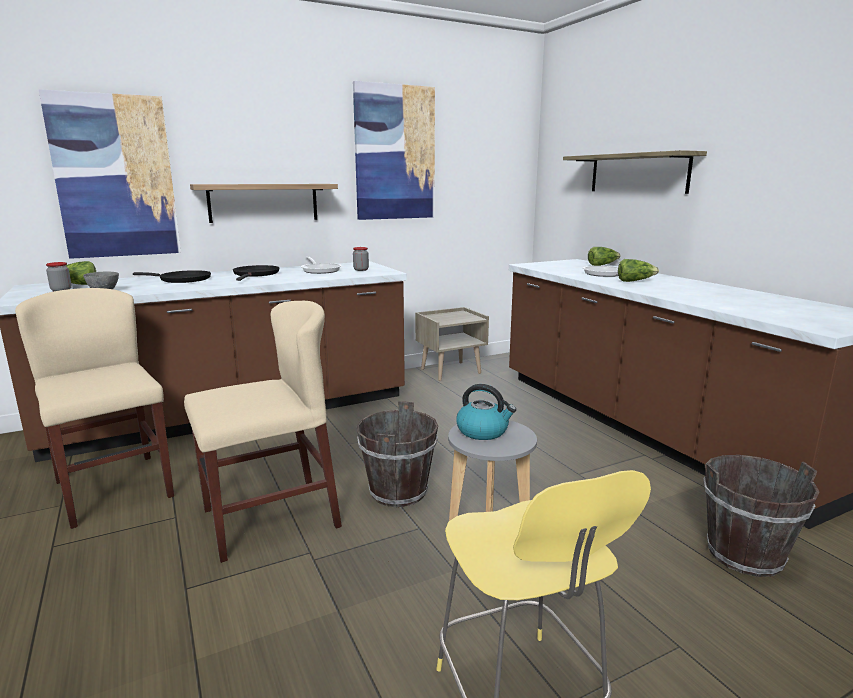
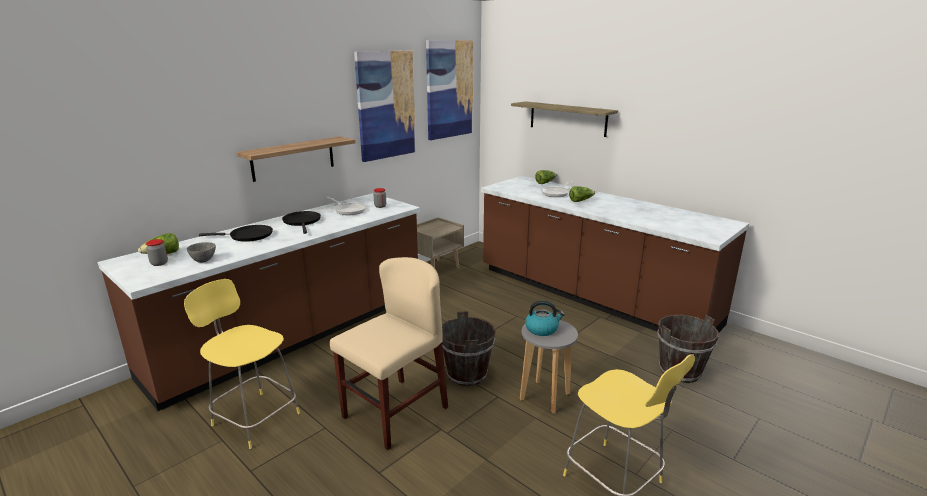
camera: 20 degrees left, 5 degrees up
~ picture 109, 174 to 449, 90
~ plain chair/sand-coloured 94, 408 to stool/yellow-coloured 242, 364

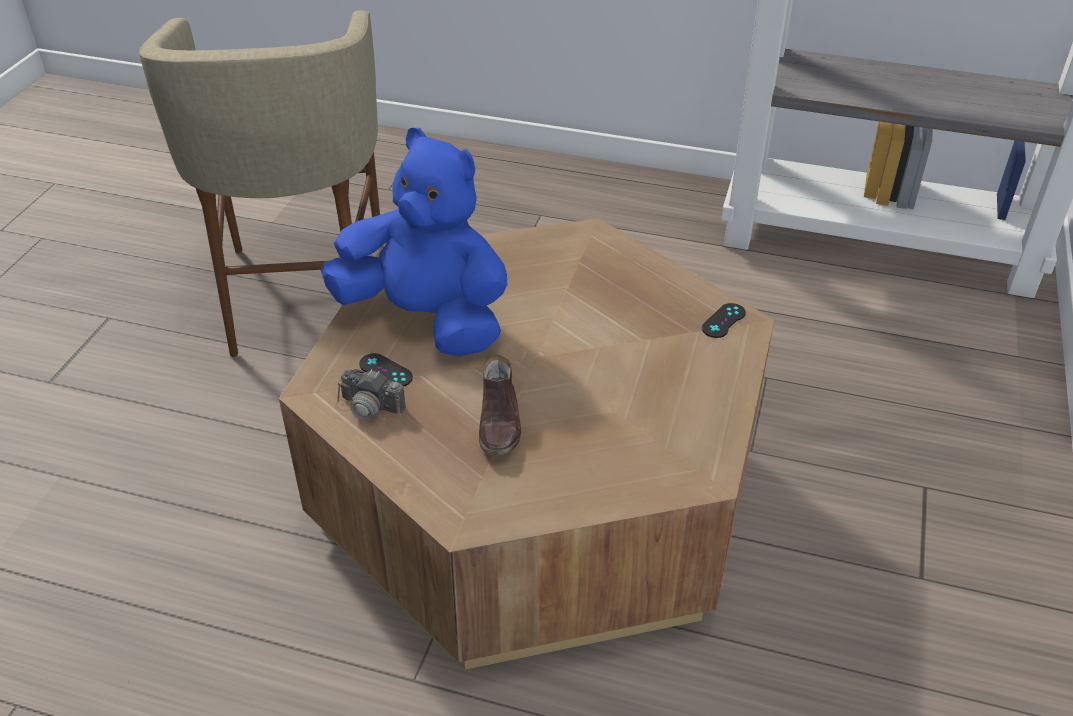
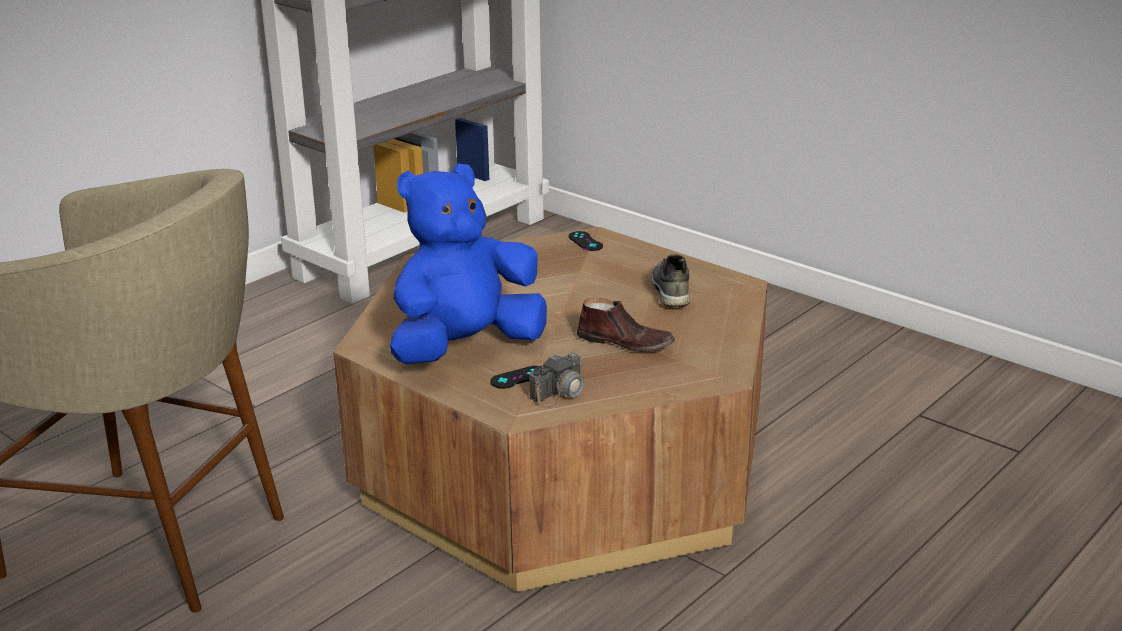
camera: 65 degrees left, 15 degrees down
+ item of footwear/gray 670, 280

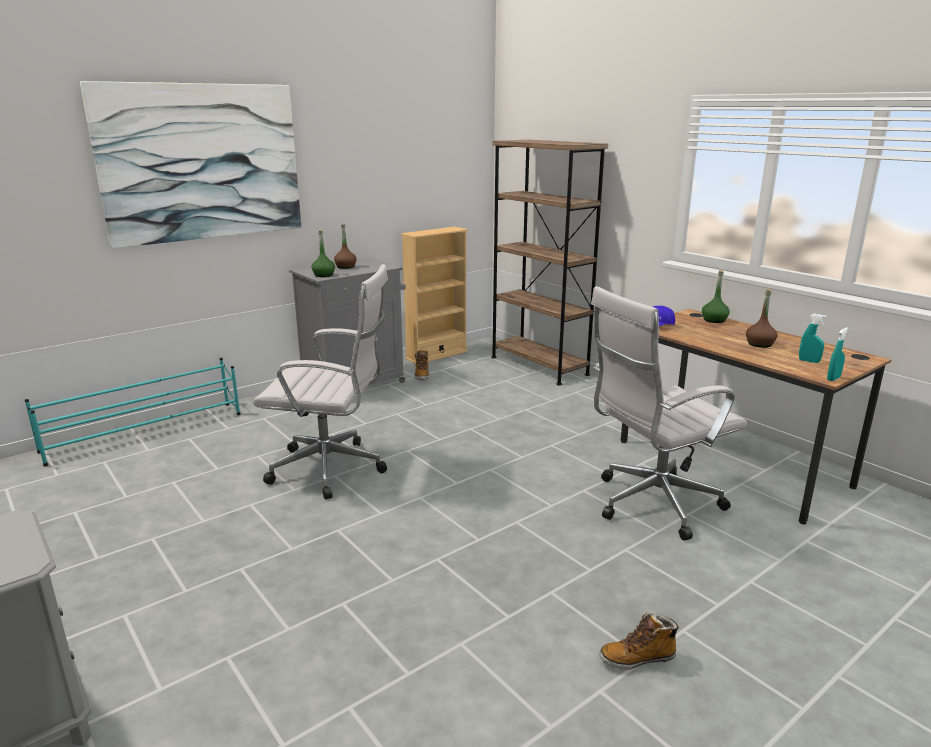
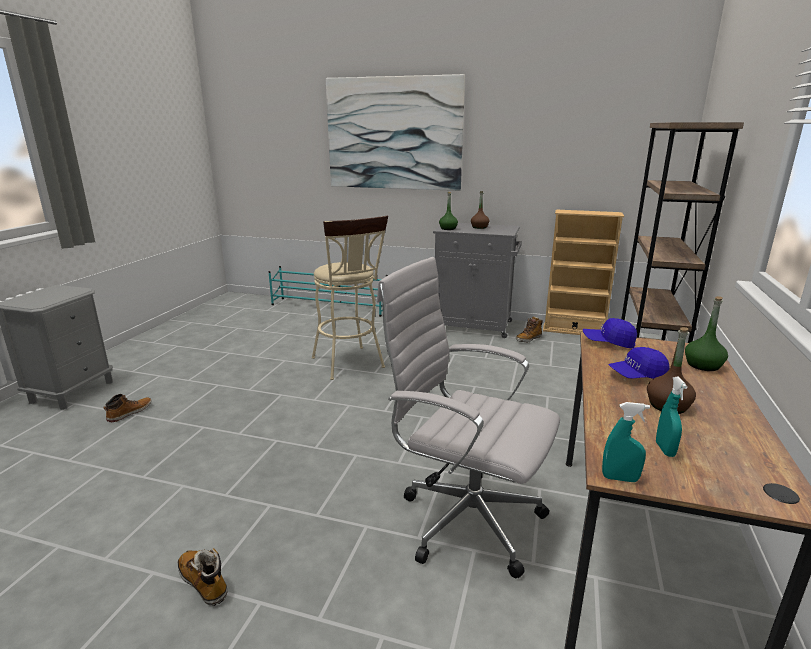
camera: 55 degrees right, 0 degrees up
+ high-top boot 127, 408
+ peaked cap/blue 639, 363
~ desk chair/whitish 320, 382 to stool/sand-coloured 350, 298

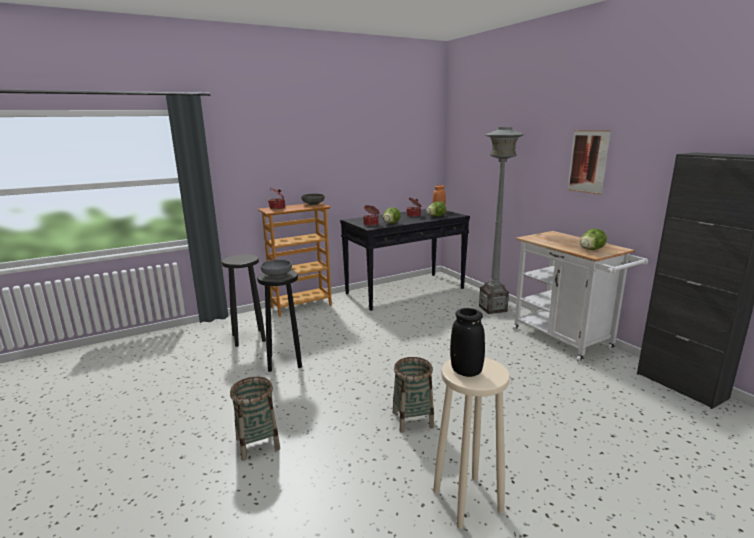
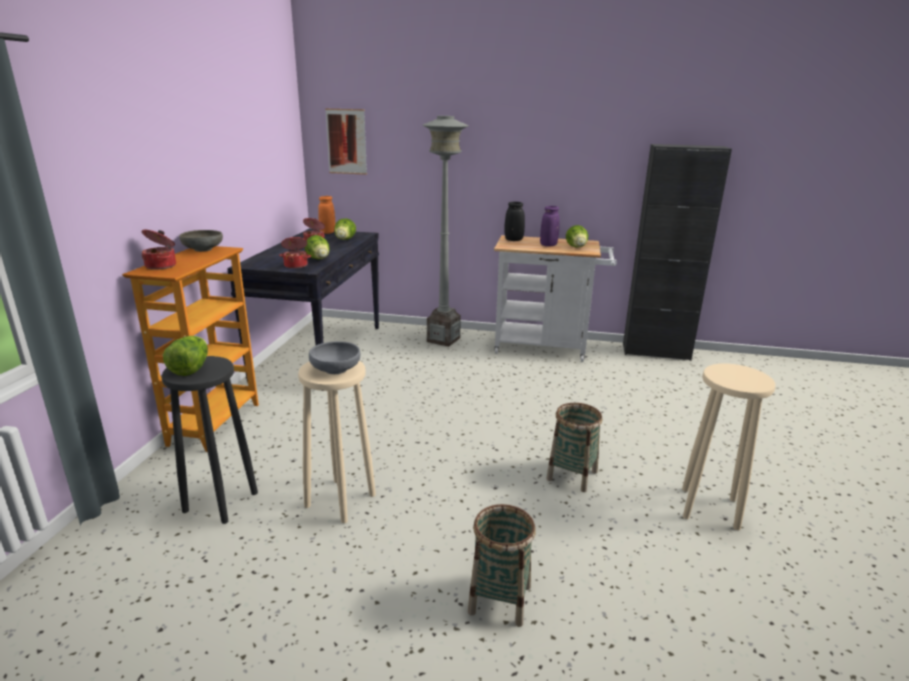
camera: 50 degrees left, 5 degrees up
+ lettuce 185, 356
+ decorative vase/purple-coloured 550, 226
~ decorative vase/blackish 467, 342 to 514, 221
~ picture 589, 162 to 346, 142
~ stool/blackish 279, 321 to stool/sand-coloured 337, 442

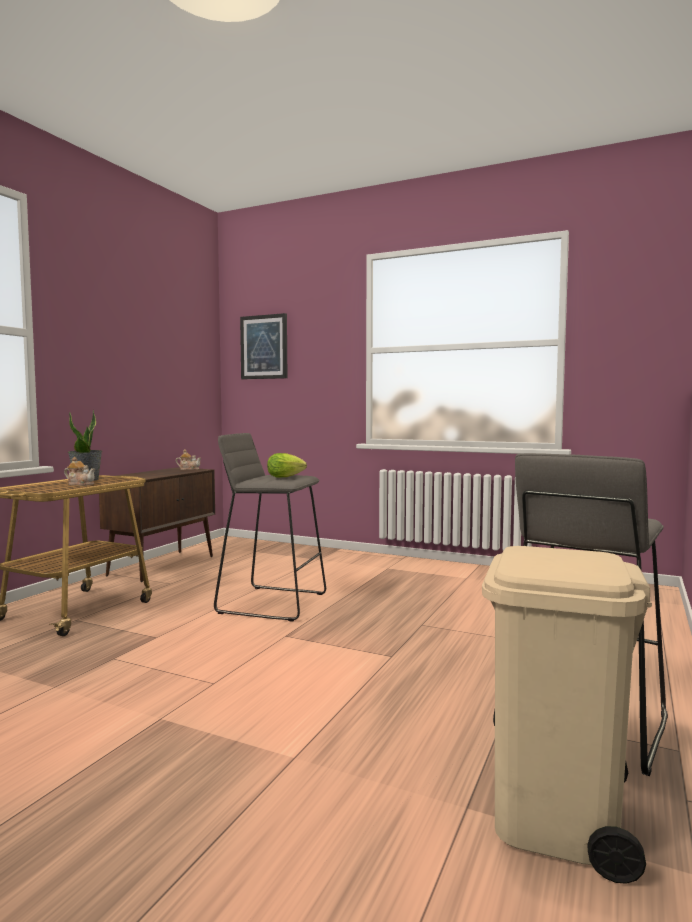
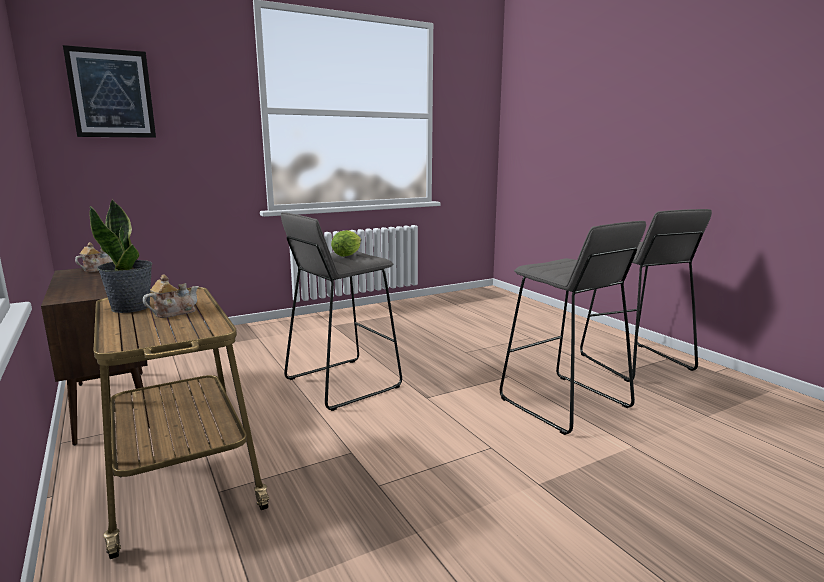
camera: 55 degrees left, 10 degrees up
- waste bin/sand-coloured 567, 715
+ stool/gray 573, 328

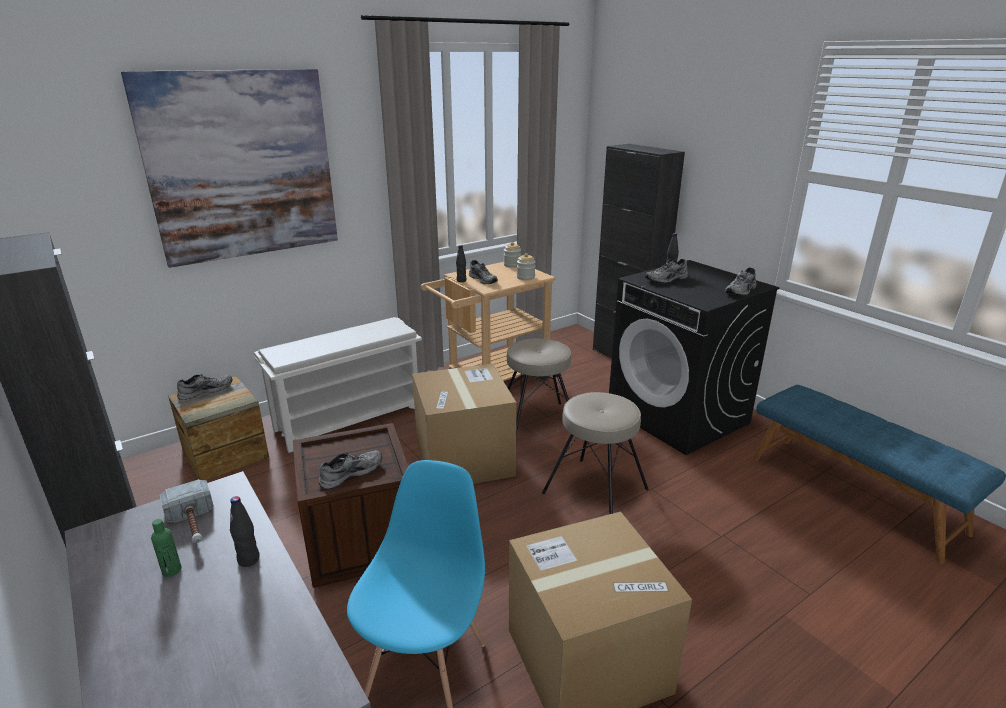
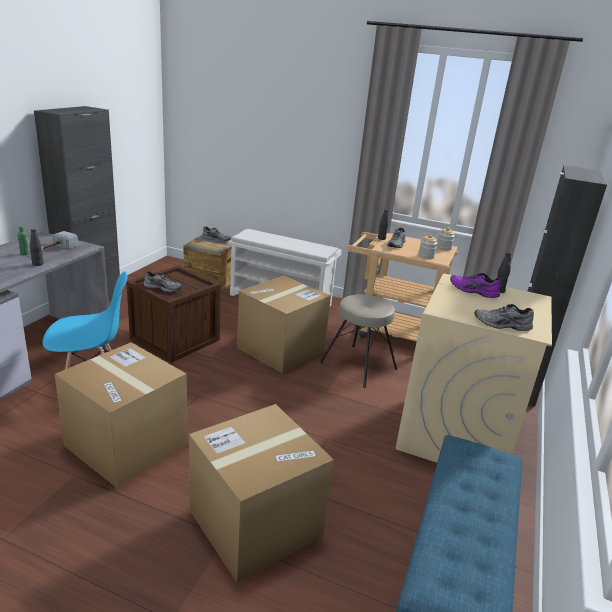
camera: 55 degrees right, 0 degrees up
- picture 229, 168
- stool/sand-coloured 595, 453
+ cardboard box 261, 493
~ washing machine/blackish 694, 357 to washing machine/sand-coloured 474, 368
~ item of footwear/gray 666, 271 to item of footwear/purple-coloured 475, 285

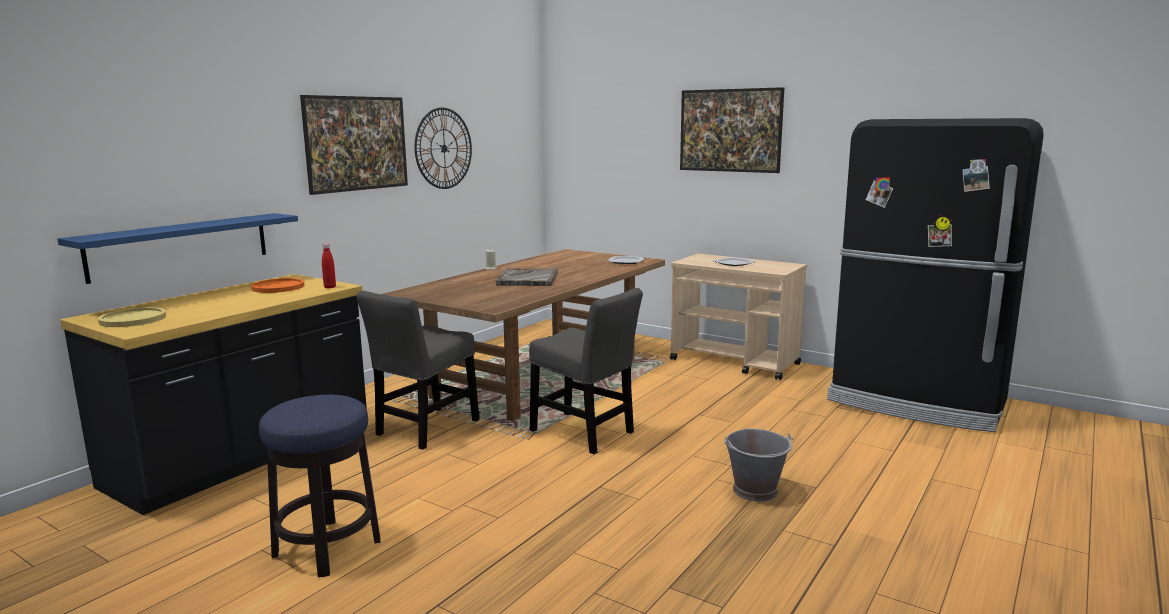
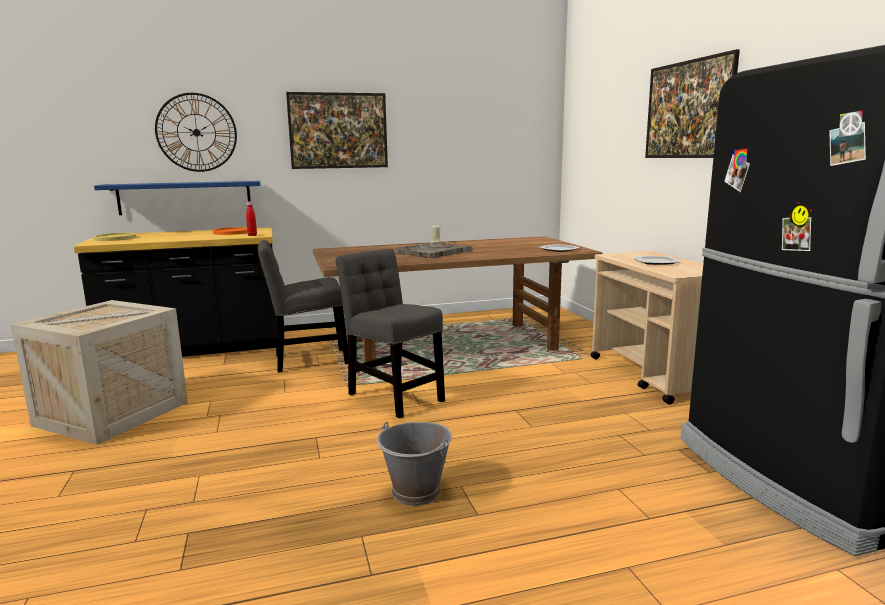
camera: 40 degrees right, 0 degrees up
~ hanging clock 443, 148 to 196, 132
~ stool 319, 486 to packing crate 99, 372
~ plain chair/gray 586, 371 = 390, 333 150 degrees clockwise

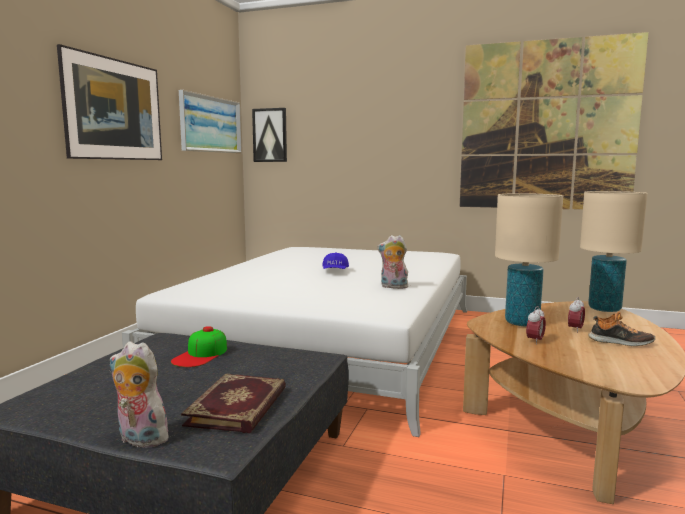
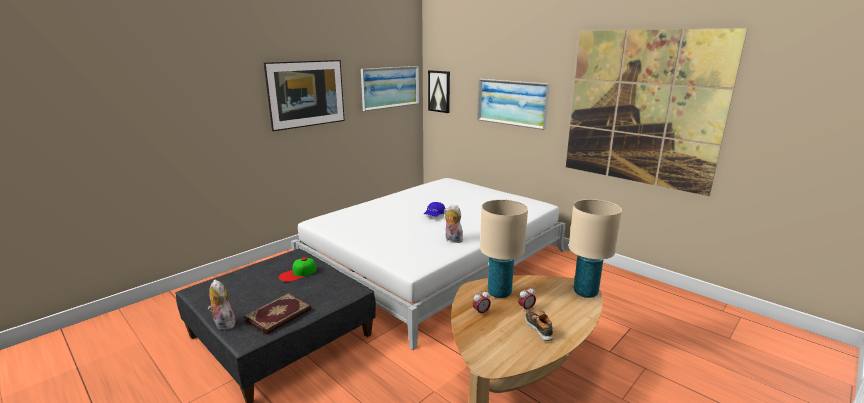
camera: 25 degrees right, 10 degrees up
+ picture 513, 104
~ item of footwear 621, 329 = 539, 326 150 degrees counterclockwise

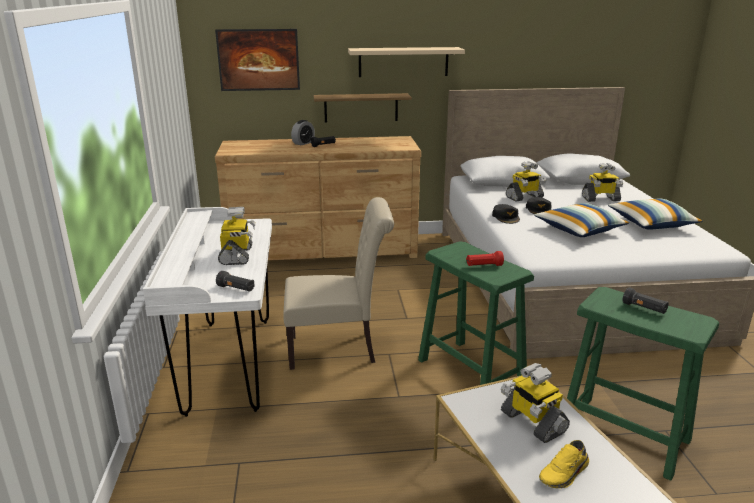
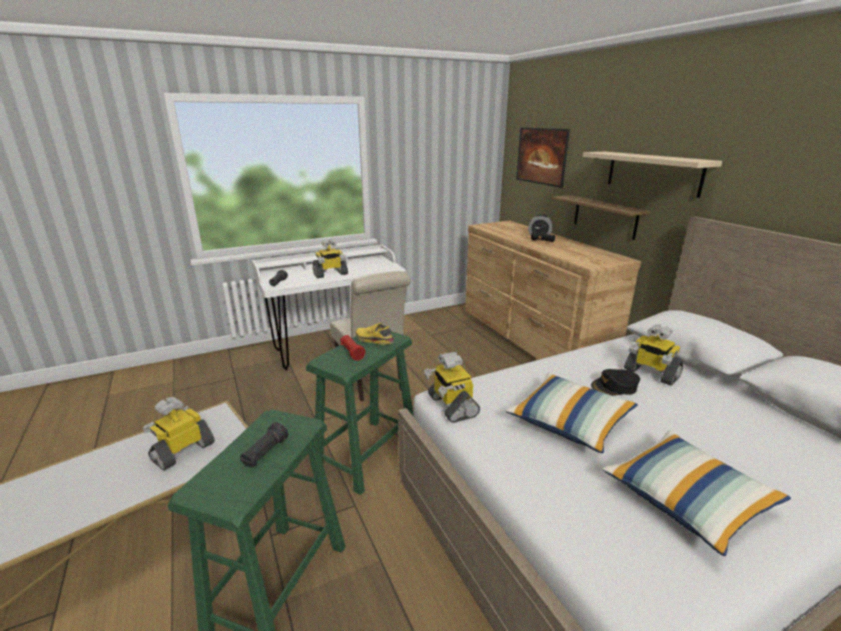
camera: 70 degrees right, 0 degrees up
- peaked cap/blackish 506, 214
~ item of footwear/yellow-coloured 564, 464 to 375, 334
~ robot figure 602, 182 to 452, 387

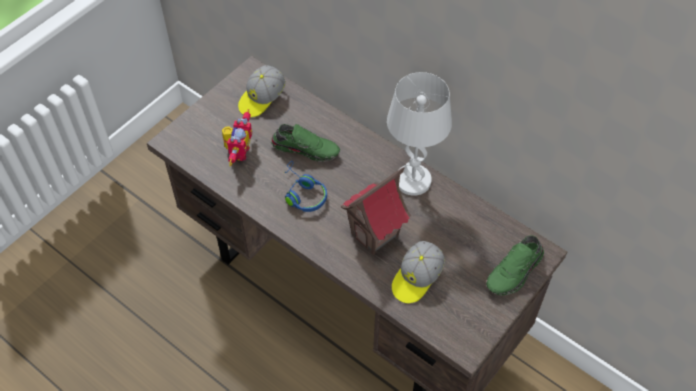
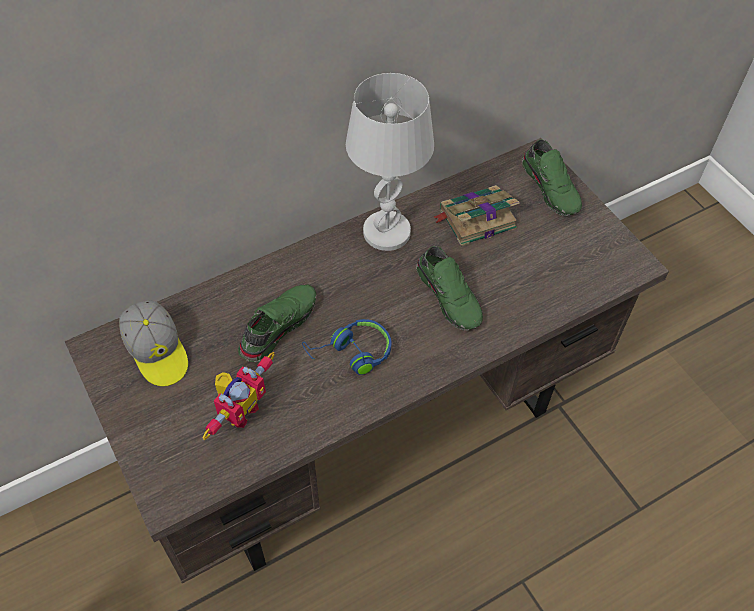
camera: 70 degrees left, 0 degrees up
- peaked cap 418, 272
+ book 476, 215
~ toy house 376, 210 to item of footwear/green-coloured 449, 288
~ robot figure 237, 137 = 238, 396 90 degrees clockwise

